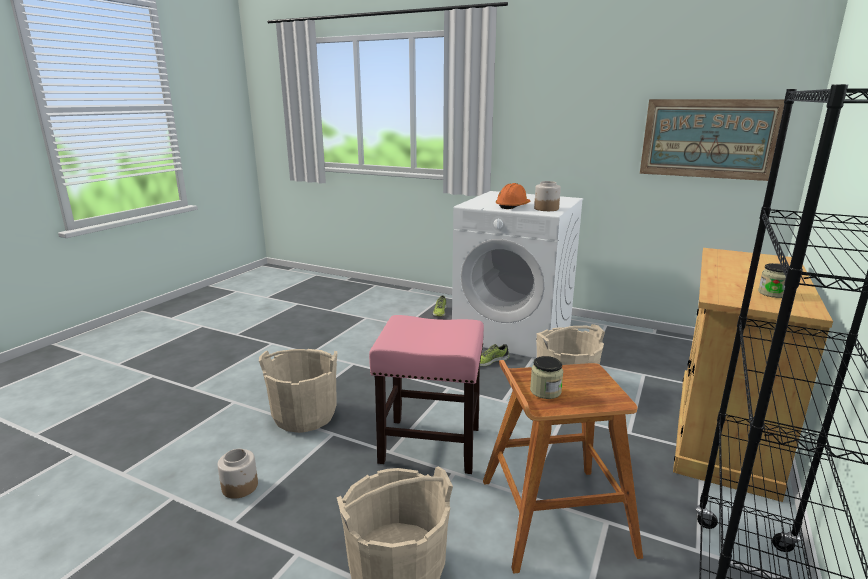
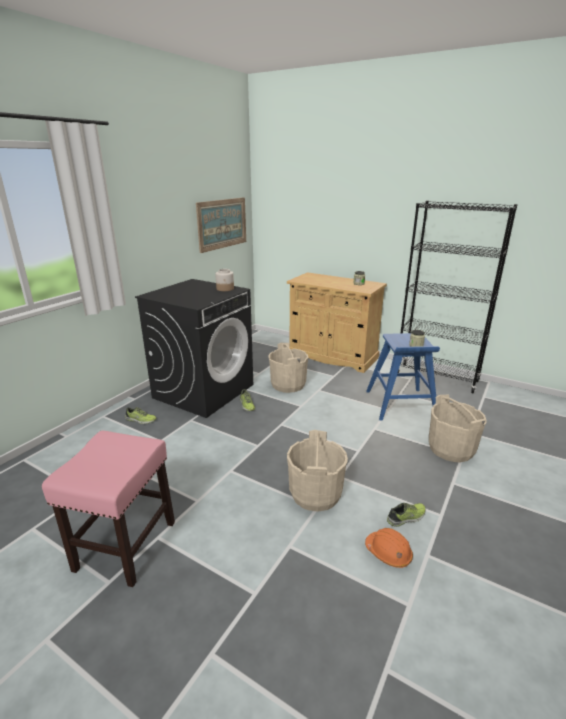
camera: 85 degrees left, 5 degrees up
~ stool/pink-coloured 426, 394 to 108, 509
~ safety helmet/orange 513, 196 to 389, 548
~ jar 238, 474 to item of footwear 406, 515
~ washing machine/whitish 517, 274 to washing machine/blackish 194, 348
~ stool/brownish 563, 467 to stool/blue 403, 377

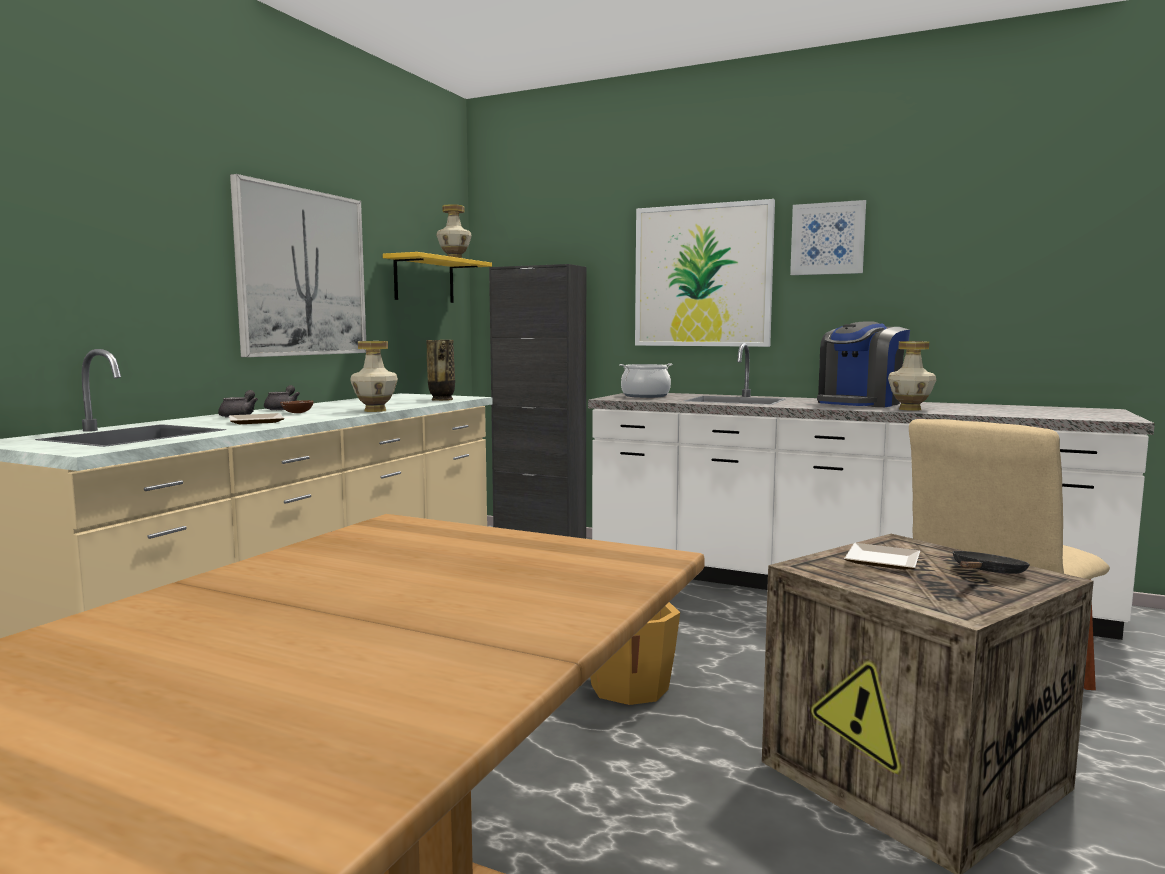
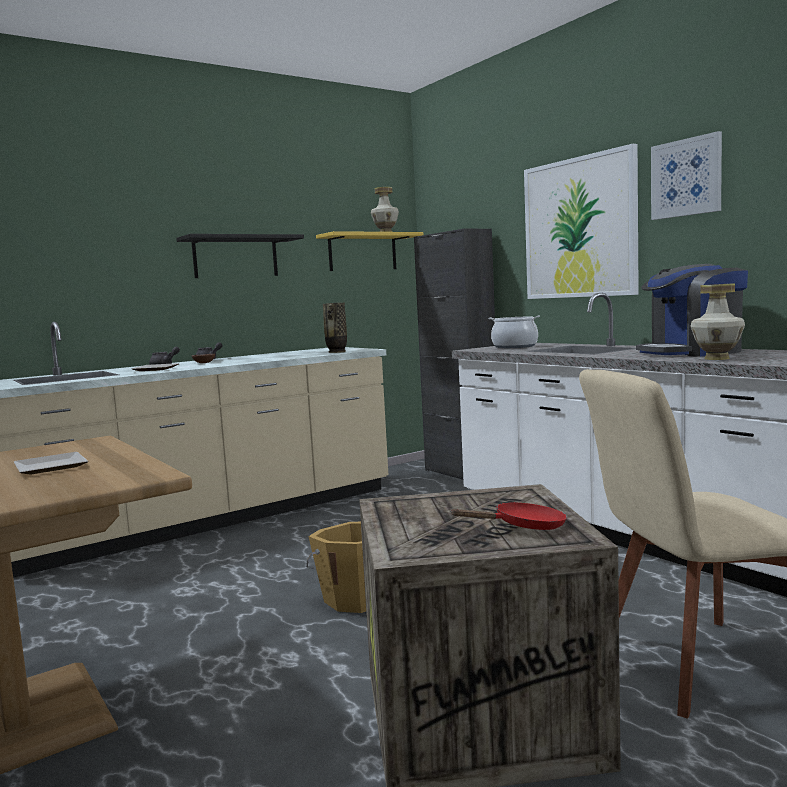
camera: 30 degrees right, 0 degrees up
- decorative vase 374, 376
~ plate 882, 556 to 51, 463
~ picture 298, 265 to shelf/blackish 240, 256
~ pan/blackish 991, 562 to pan/red 508, 516

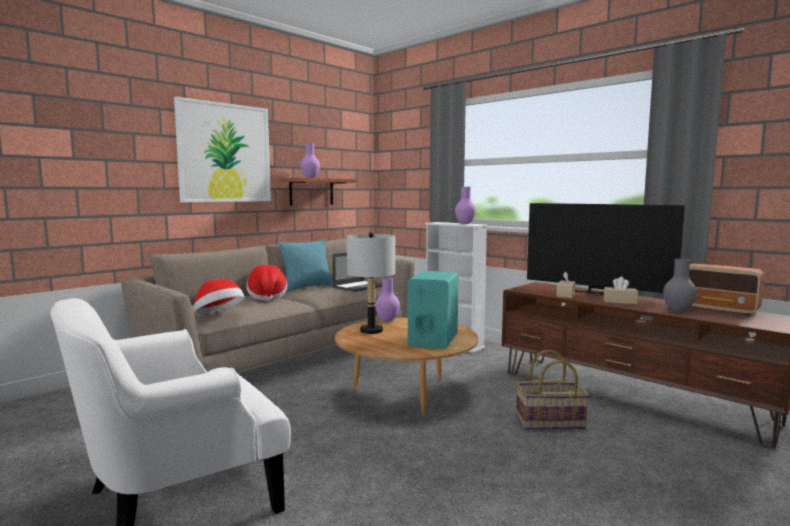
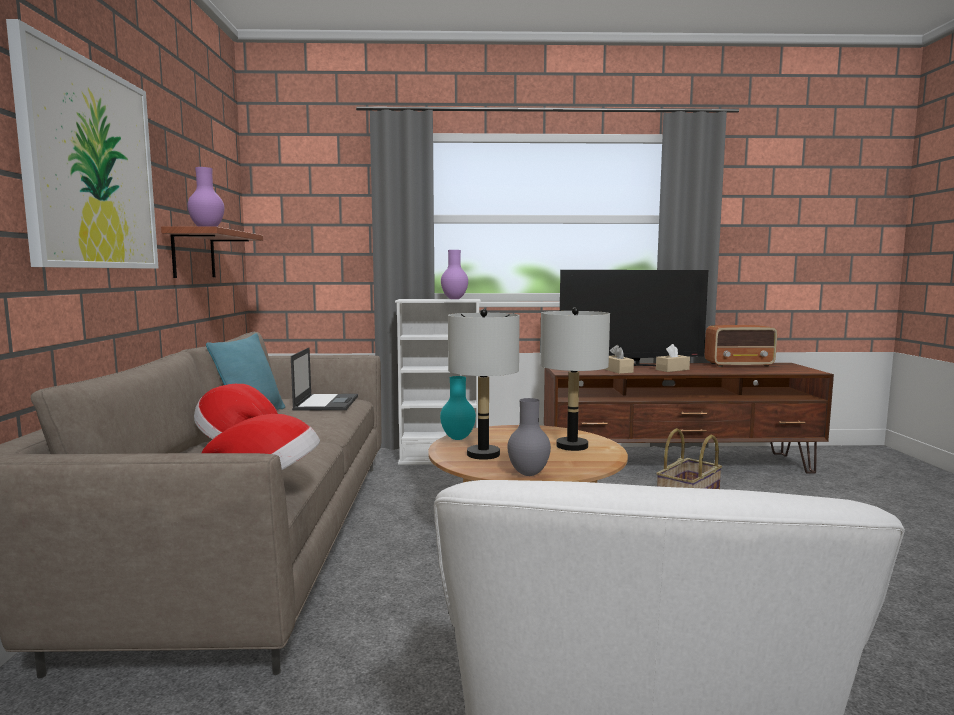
camera: 45 degrees left, 0 degrees up
~ decorative vase/gray 680, 285 to 529, 437
~ speaker/turquoise 433, 310 to tabletop lamp/gray 575, 379
~ decorative vase/purple-coloured 387, 299 to decorative vase/turquoise 458, 408

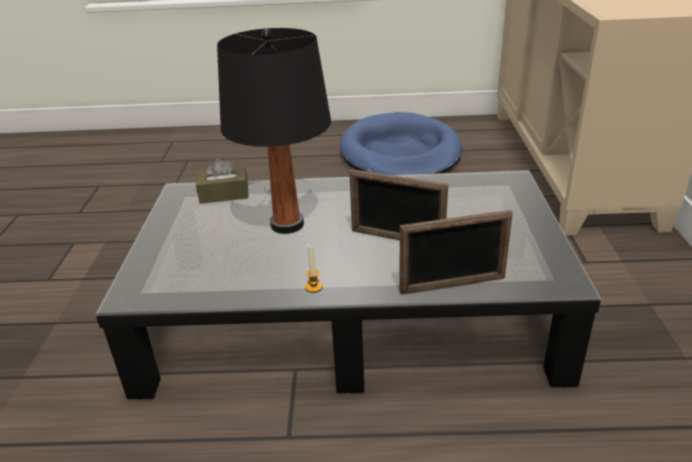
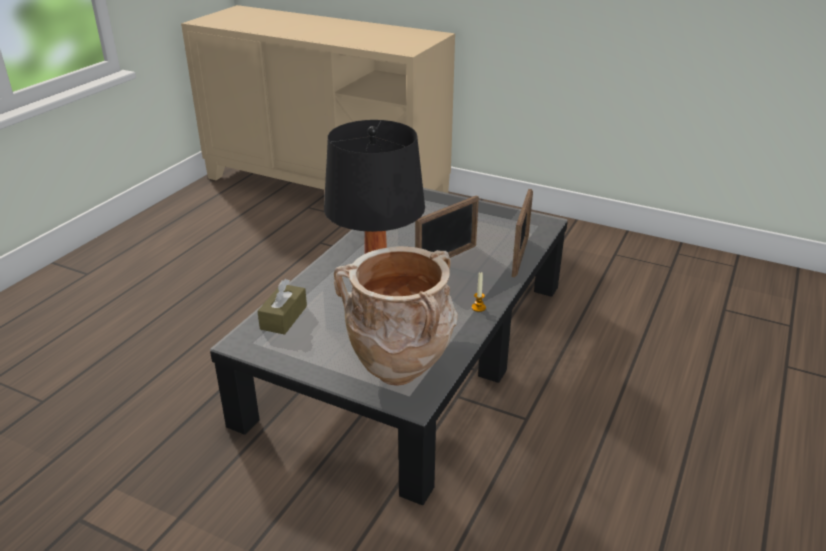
camera: 65 degrees left, 0 degrees up
- pet bed/blue 401, 143
+ decorative vase/sand-coloured 396, 316

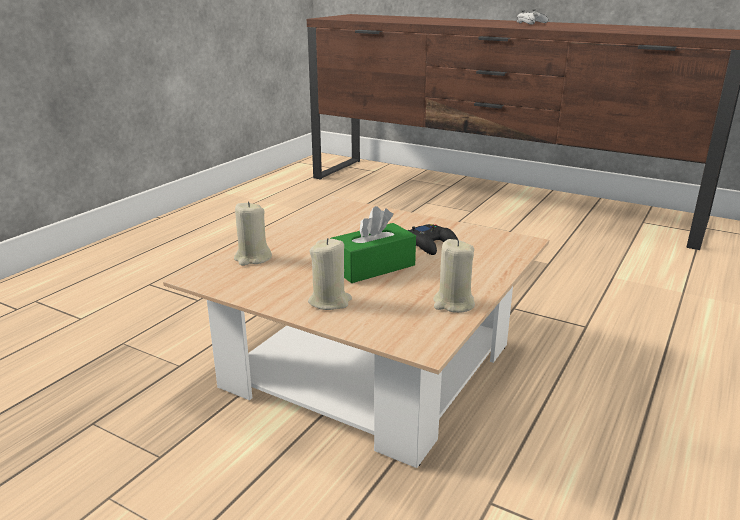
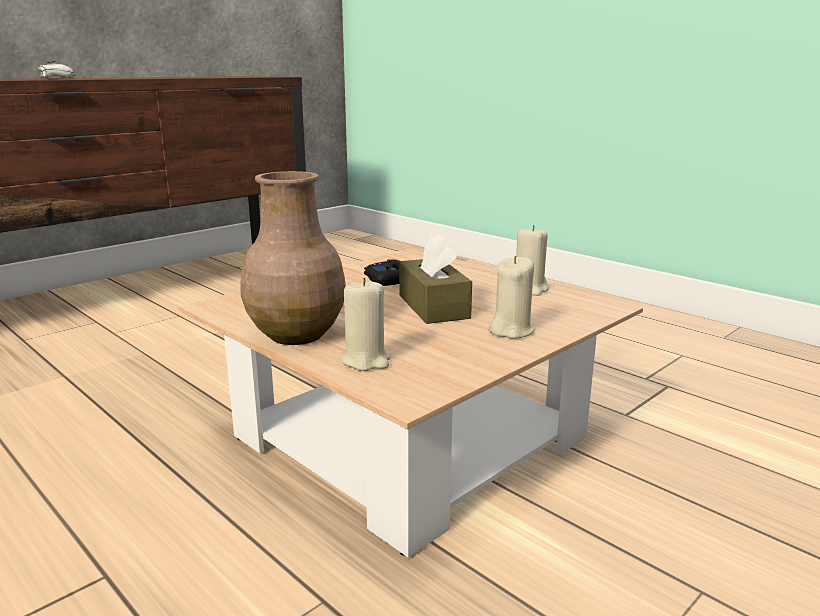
camera: 75 degrees left, 5 degrees down
+ decorative vase/brownish 293, 258
~ tissue box/green-coloured 373, 244 to tissue box/brownish 435, 279

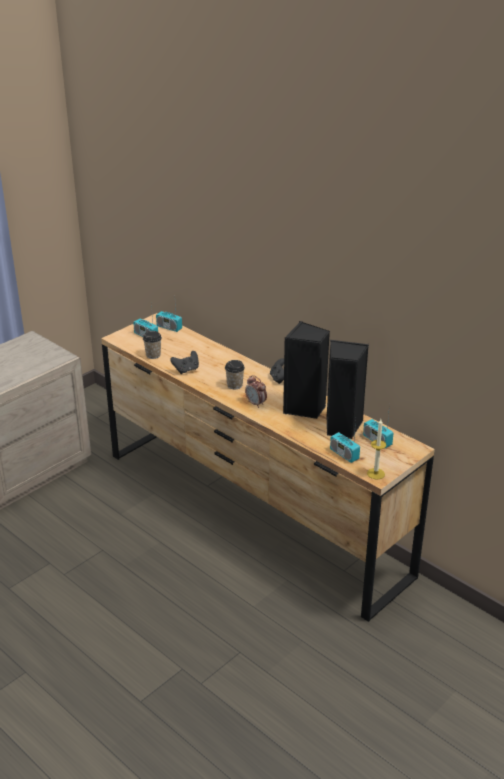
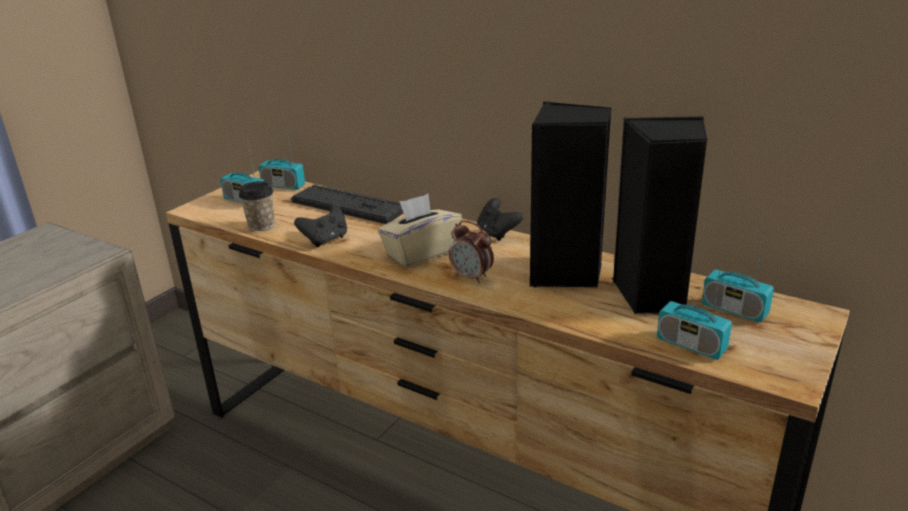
camera: 10 degrees left, 5 degrees down
- candle 376, 449
+ PC keyboard 347, 204
~ drinking cup 235, 374 to tissue box/sand-coloured 419, 230

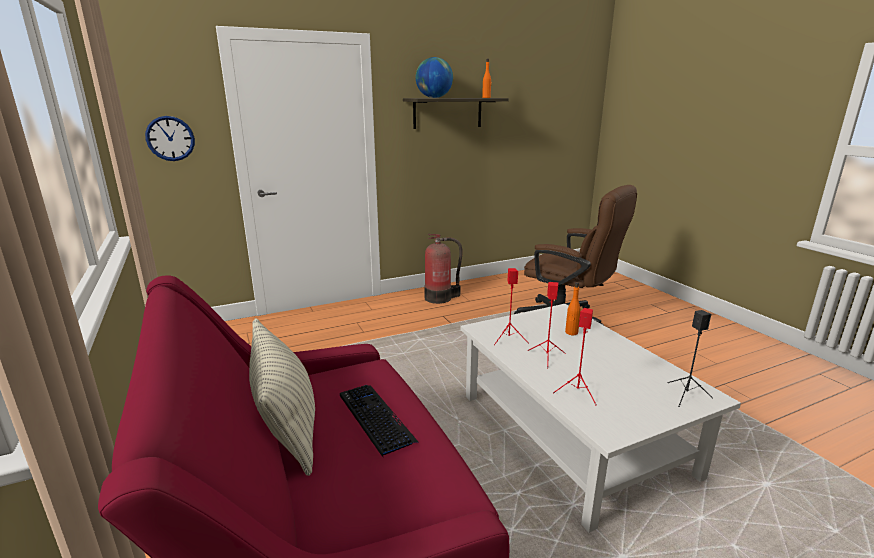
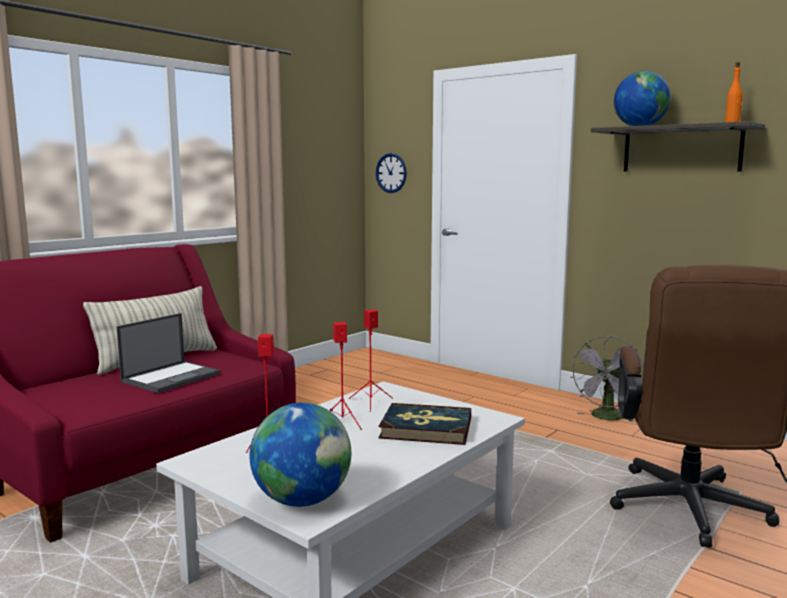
camera: 65 degrees right, 10 degrees down
~ PC keyboard 379, 421 to laptop 168, 353
~ fire extinguisher 443, 269 to fan/gray 607, 379
~ beverage bottle/orange 573, 308 to book 424, 424
~ speaker/blackish 690, 358 to desk globe 300, 455

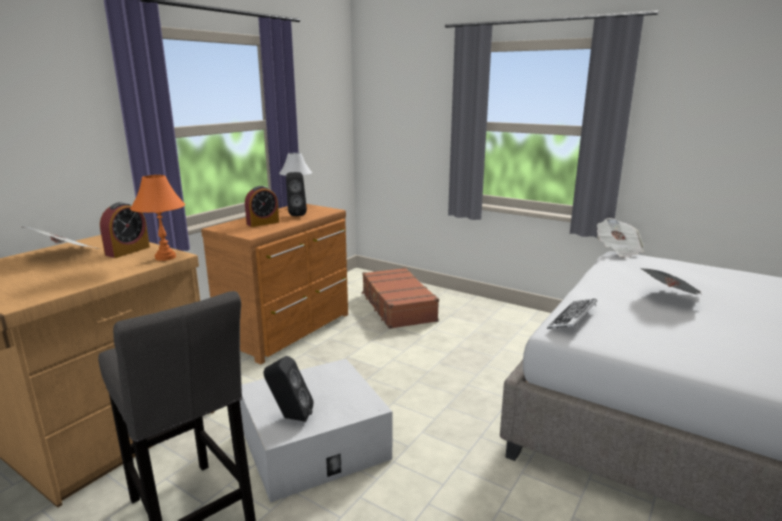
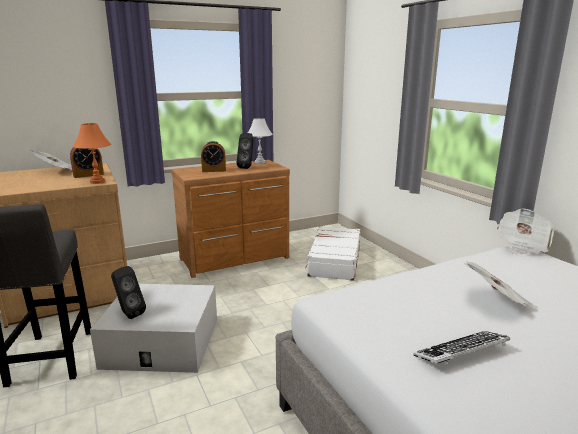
camera: 30 degrees right, 0 degrees up
~ PC keyboard 572, 314 to 461, 348
~ suitcase/brownish 400, 298 to suitcase/whitish 332, 253

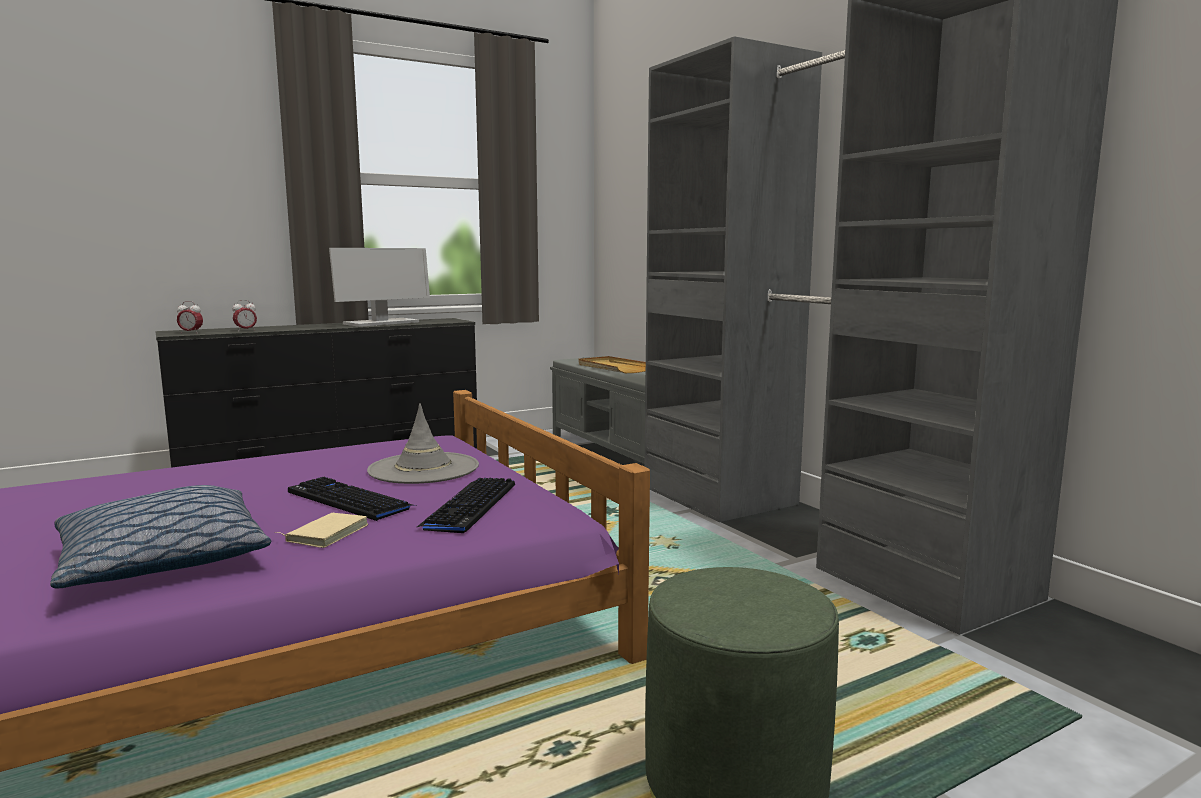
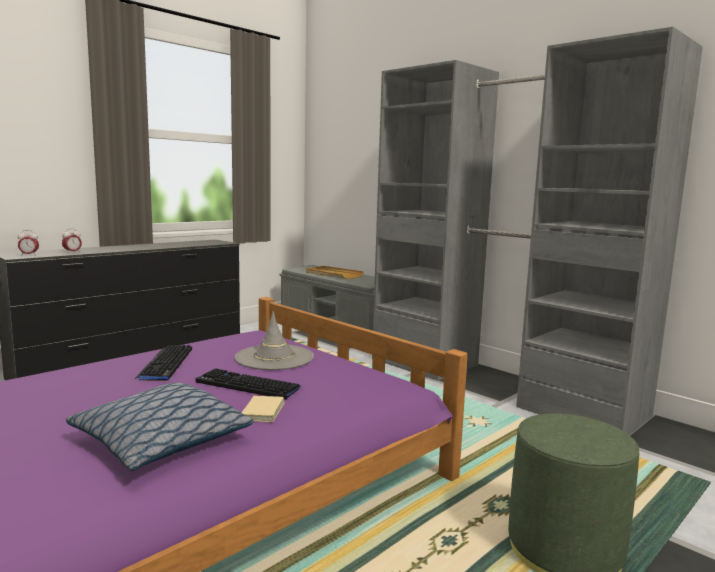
camera: 15 degrees left, 0 degrees up
- computer screen 379, 287
~ PC keyboard 466, 505 to 163, 362

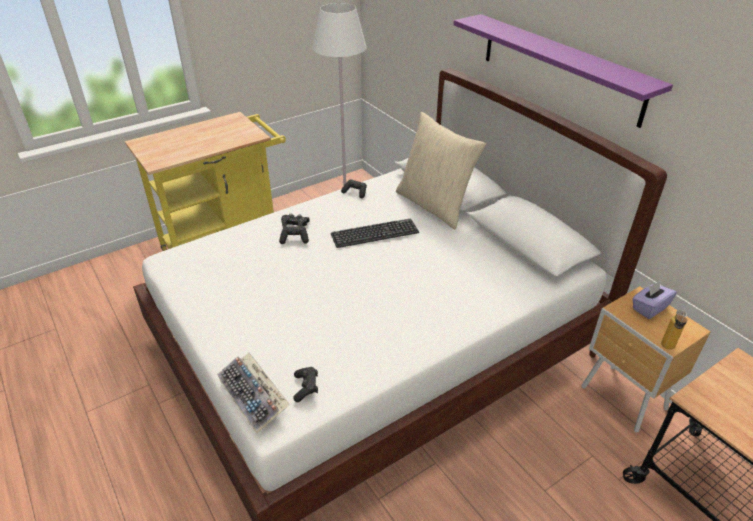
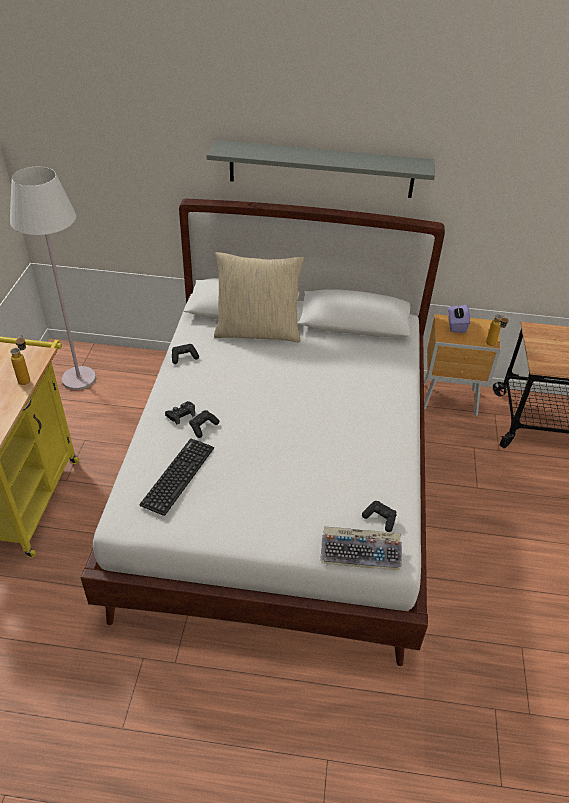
camera: 50 degrees left, 5 degrees up
+ beverage bottle 20, 360
~ PC keyboard 375, 233 to 176, 477
~ shelf/purple-coloured 563, 71 to shelf/gray 321, 169

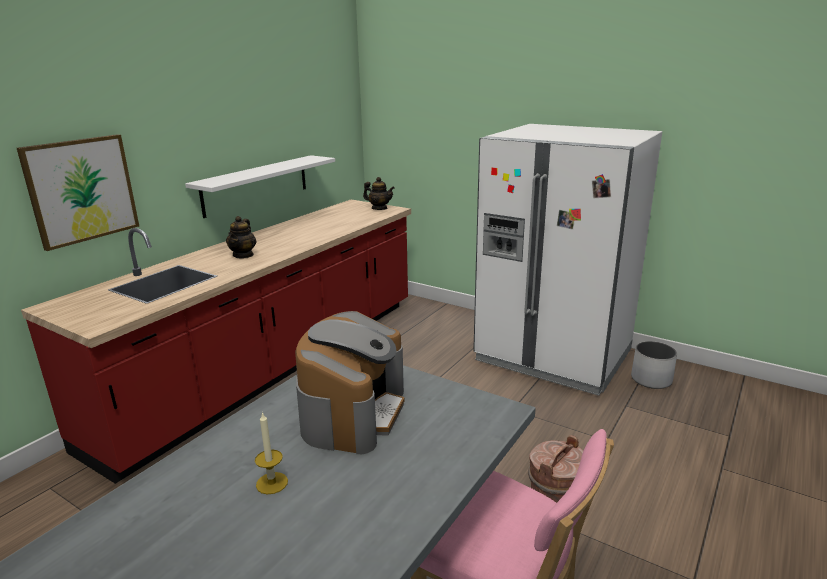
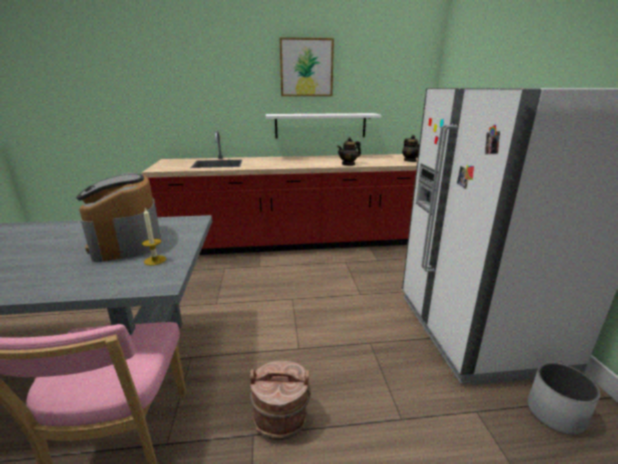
camera: 50 degrees right, 0 degrees up
~ picture 78, 192 to 307, 66
~ teapot 241, 237 to 349, 151
~ candle 271, 453 to 154, 237
~ coffee machine 350, 382 = 118, 217 90 degrees clockwise

